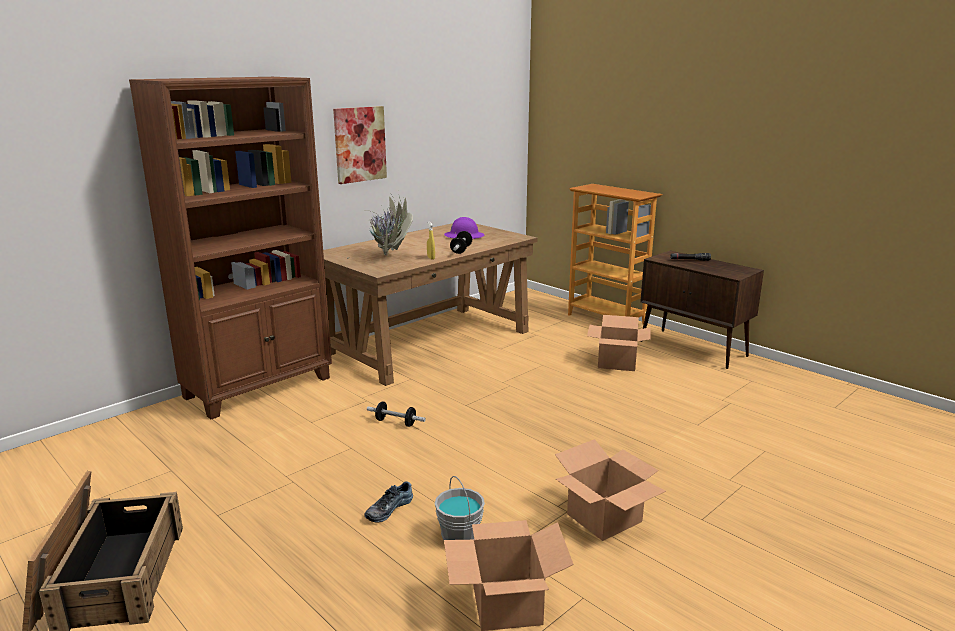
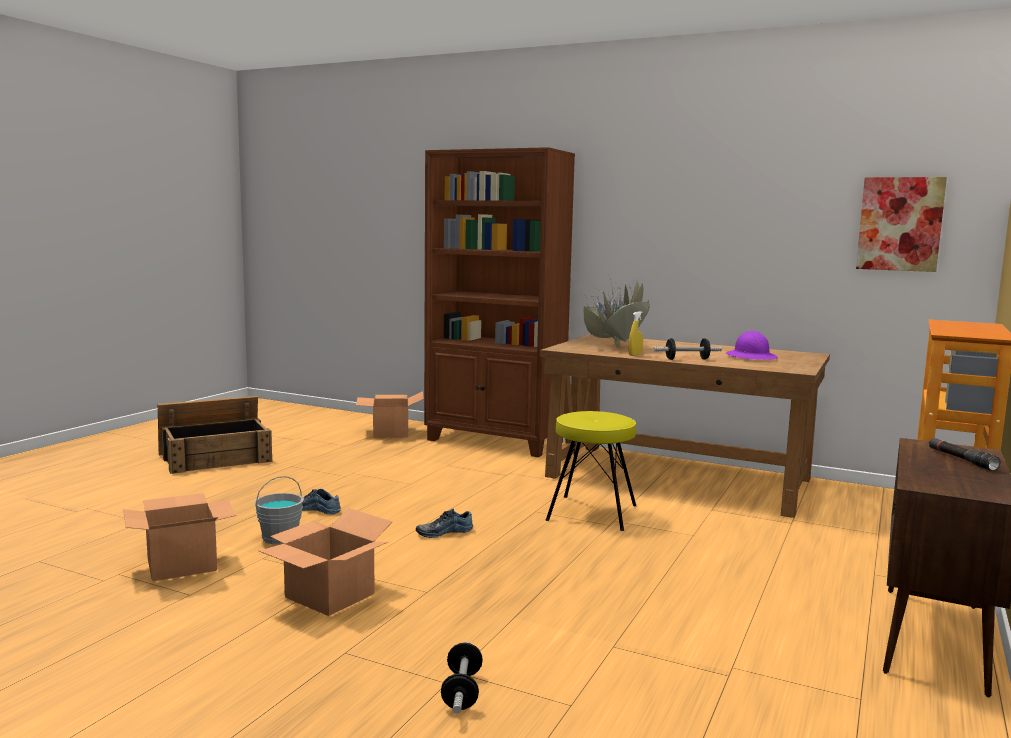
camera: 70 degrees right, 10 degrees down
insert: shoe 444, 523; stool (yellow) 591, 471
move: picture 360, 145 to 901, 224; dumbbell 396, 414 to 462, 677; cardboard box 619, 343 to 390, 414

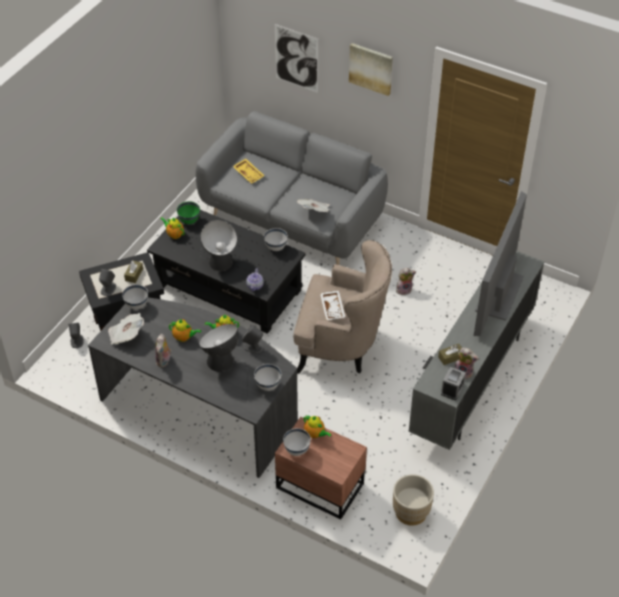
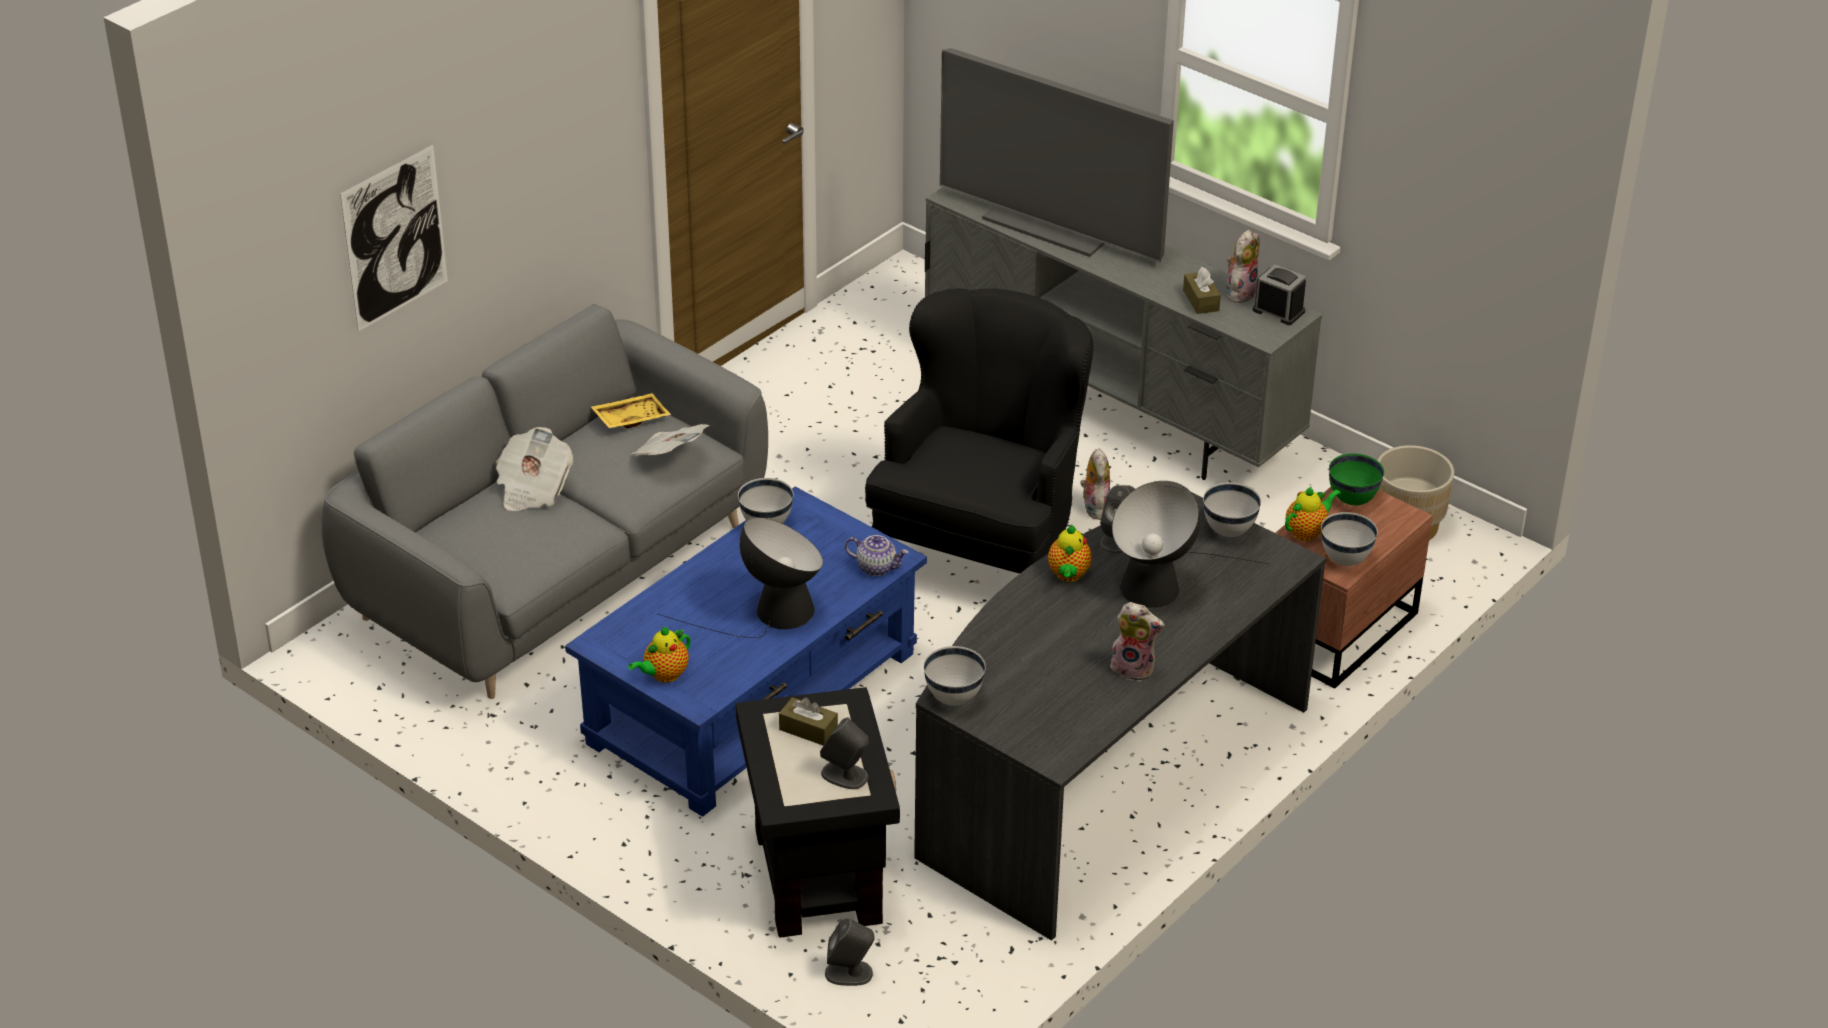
camera: 80 degrees left, 10 degrees down
delete: teapot 185, 330; tray (white) 332, 305; picture 371, 69
move: newspaper 126, 329 to 534, 469; bowl (green) 188, 212 to 1356, 479; tray (yellow) 249, 171 to 631, 410; plush toy 406, 281 to 1095, 484
recolor: coffee table (black) 226, 272 to coffee table (blue) 746, 652; armchair (beige) 343, 307 to armchair (black) 979, 431

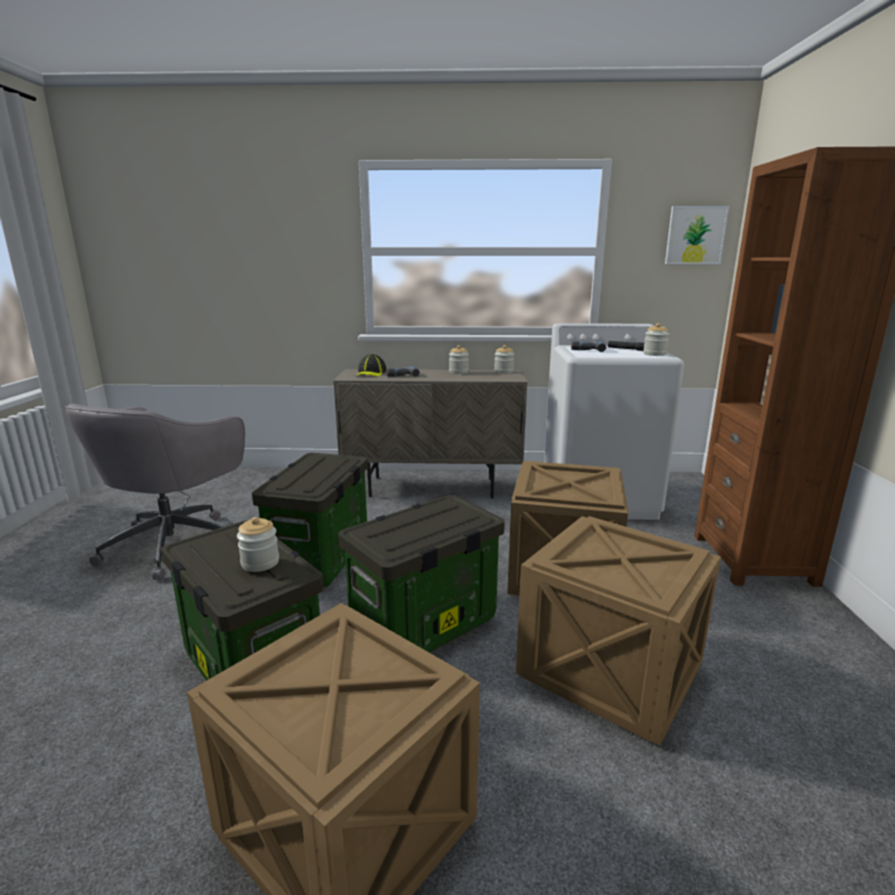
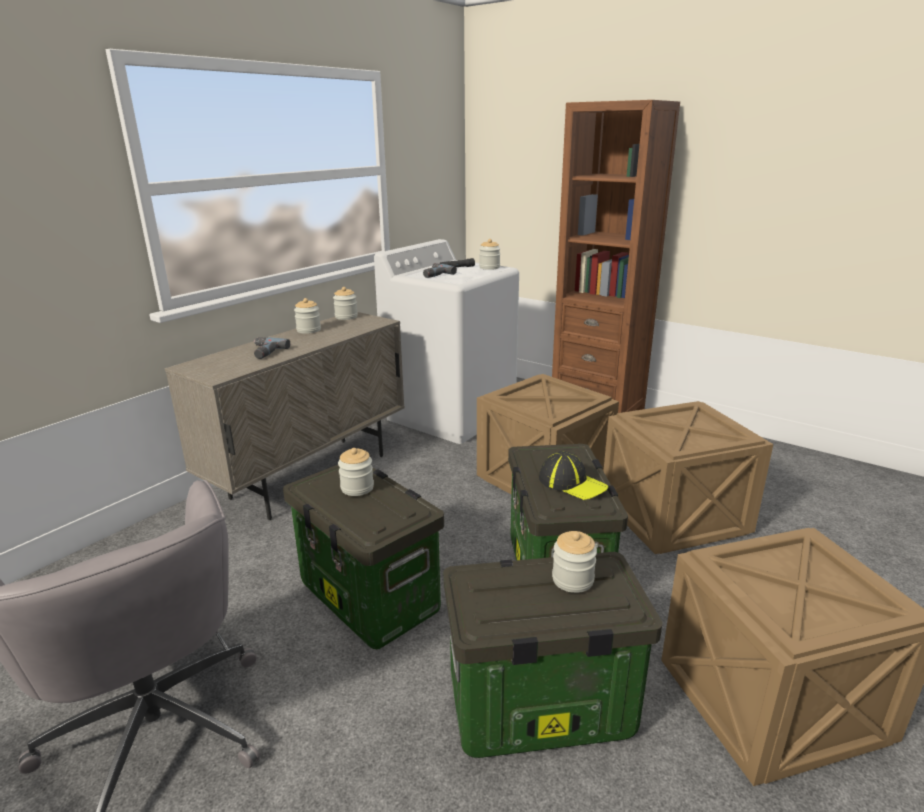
camera: 55 degrees left, 5 degrees up
delete: picture 697, 235
insert: jar 356, 472
move: cap 371, 365 to 573, 475

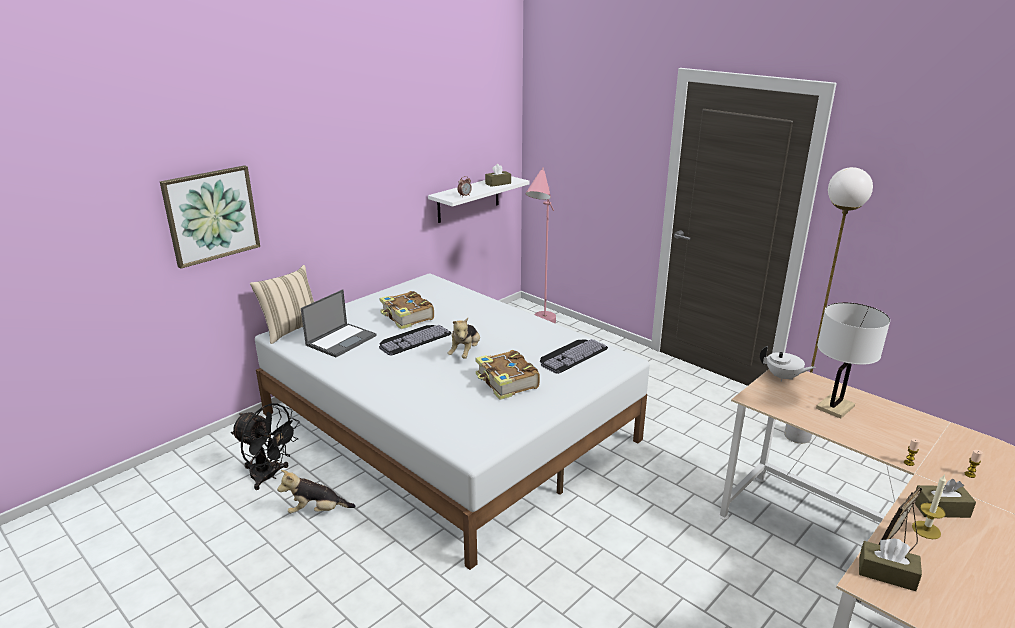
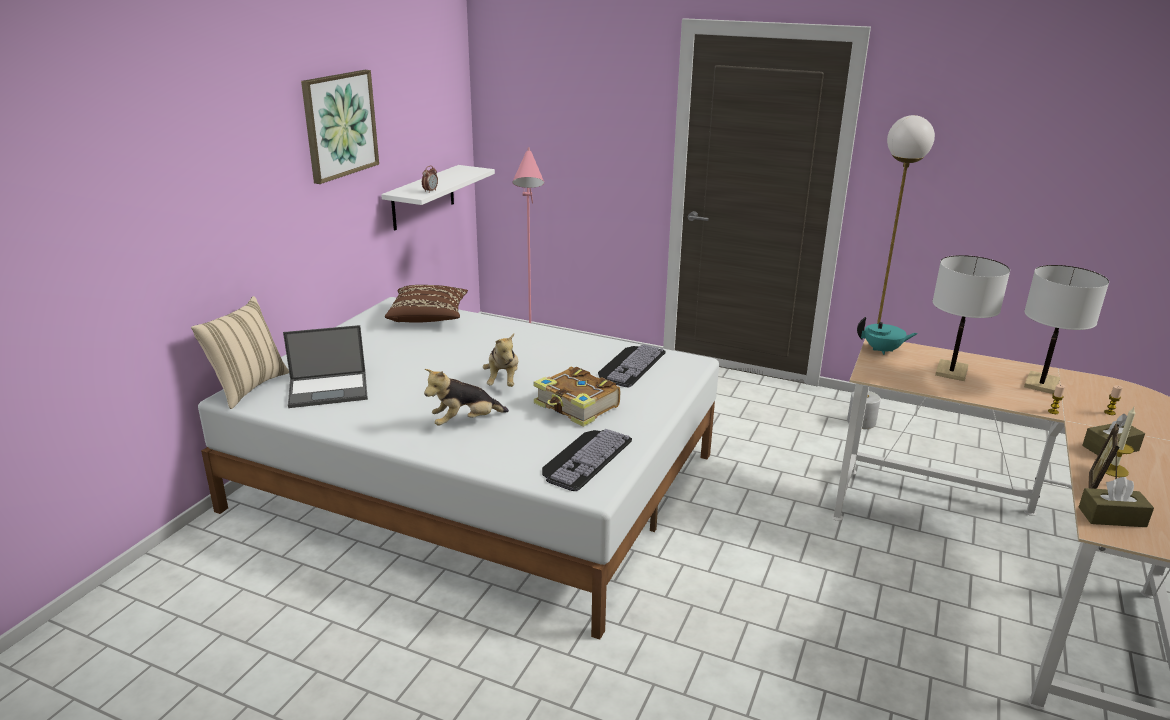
camera: 20 degrees left, 0 degrees up
delete: fan (black) 265, 446; book 406, 310; tissue box (brown) 498, 175
insert: pillow (brown) 426, 304; table lamp (white) 1066, 329
move: picture 210, 217 to 340, 127; plush toy 316, 491 to 466, 397; keyboard 415, 340 to 587, 460
recolor: teapot (white) 788, 364 to teapot (turquoise) 887, 336
rotate: laptop 339, 323 = 325, 366 60 degrees clockwise

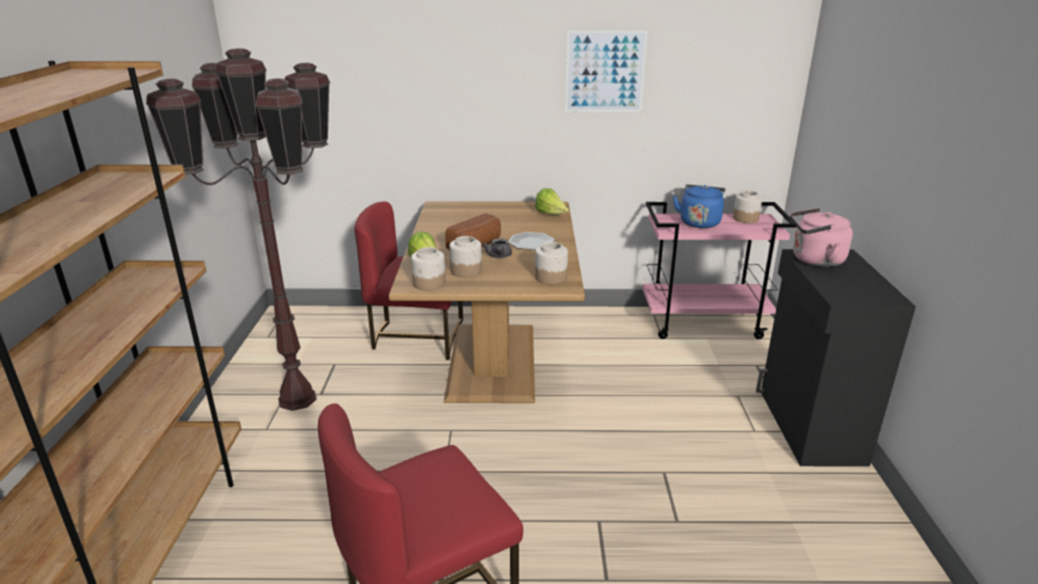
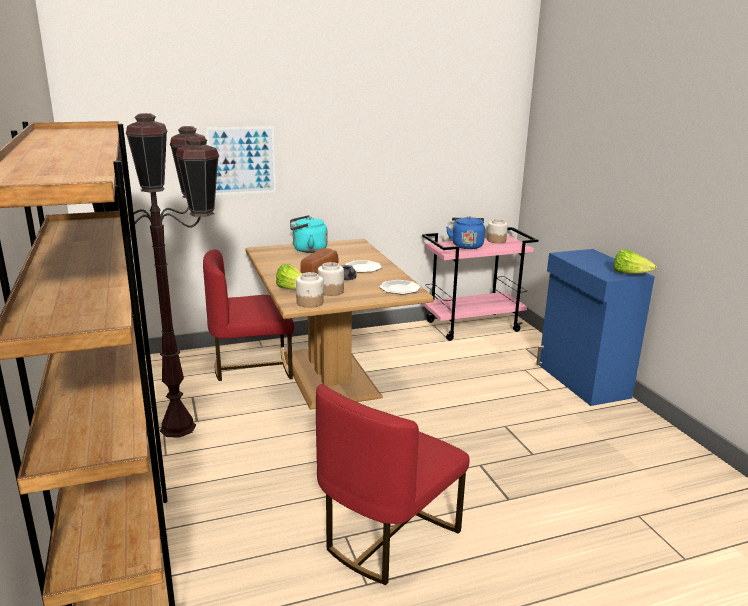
camera: 20 degrees left, 5 degrees down
delete: kettle (pink) 821, 237
insert: kettle (turquoise) 309, 234
move: lettuce 551, 201 to 635, 261; picture 606, 71 to 241, 160
replace: jar 551, 263 to plate 400, 287
recolor: cabinet (black) 836, 358 to cabinet (blue) 595, 327

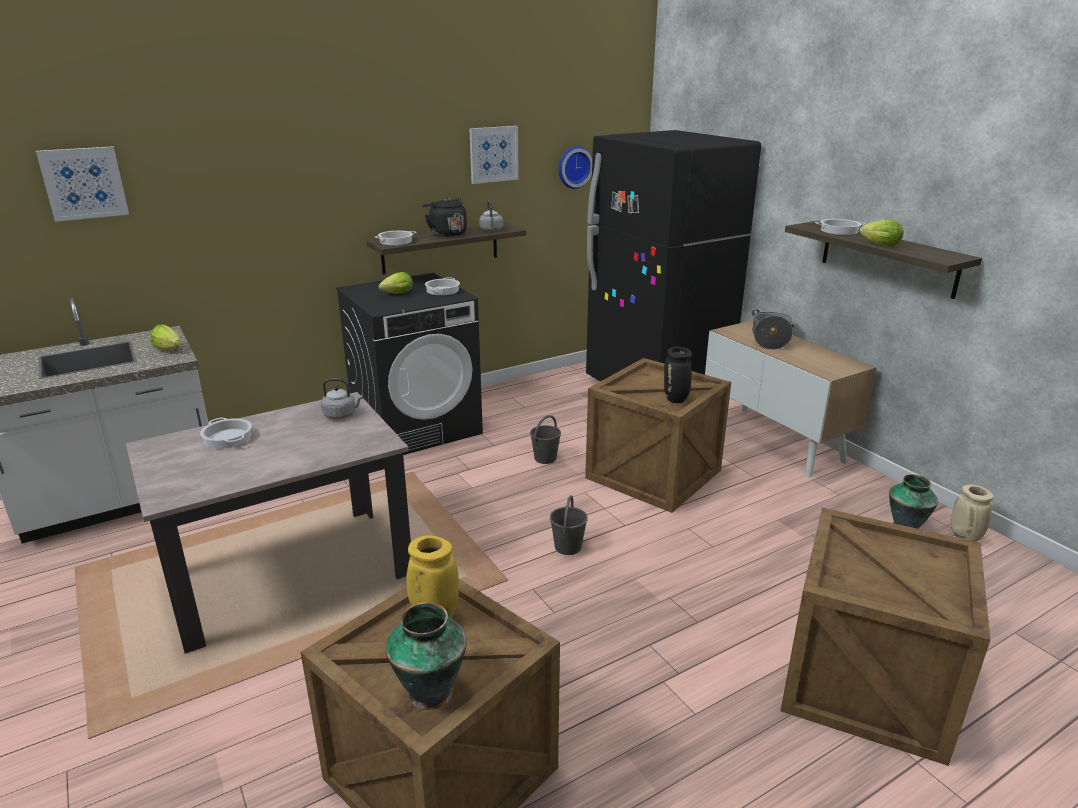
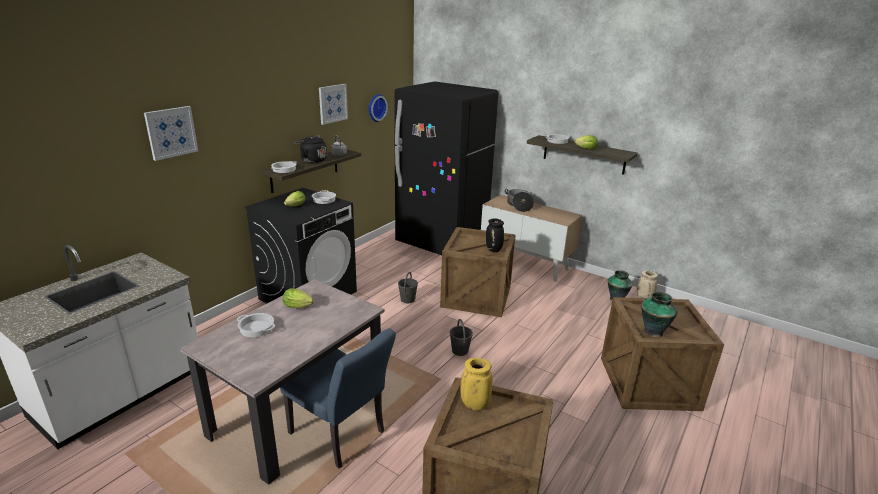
camera: 25 degrees left, 0 degrees up
delete: kettle (grey) 342, 398
insert: chair (blue) 338, 398
move: picture 82, 184 to 171, 133; lettuce 165, 337 to 298, 298; vase 426, 656 to 659, 314

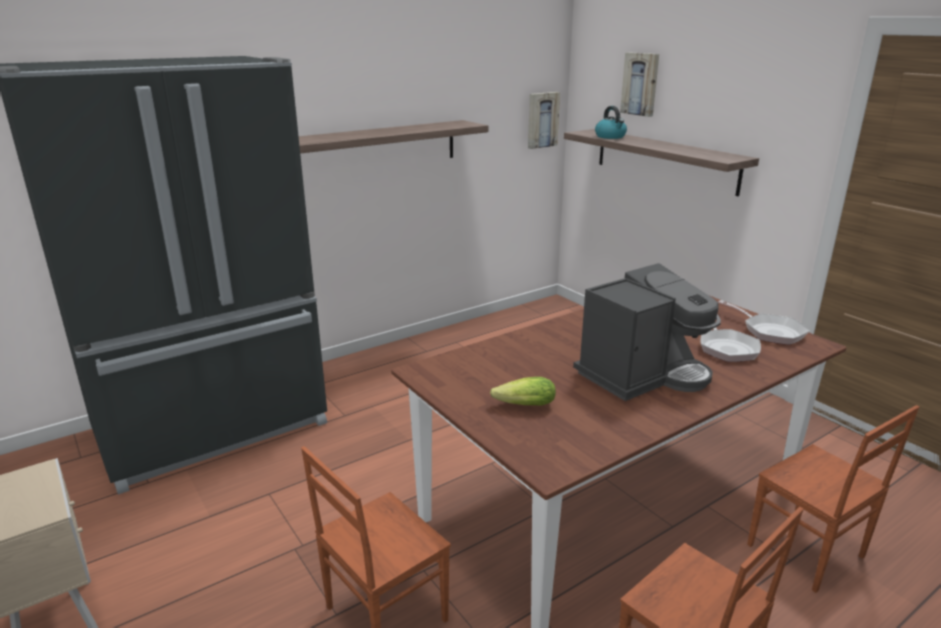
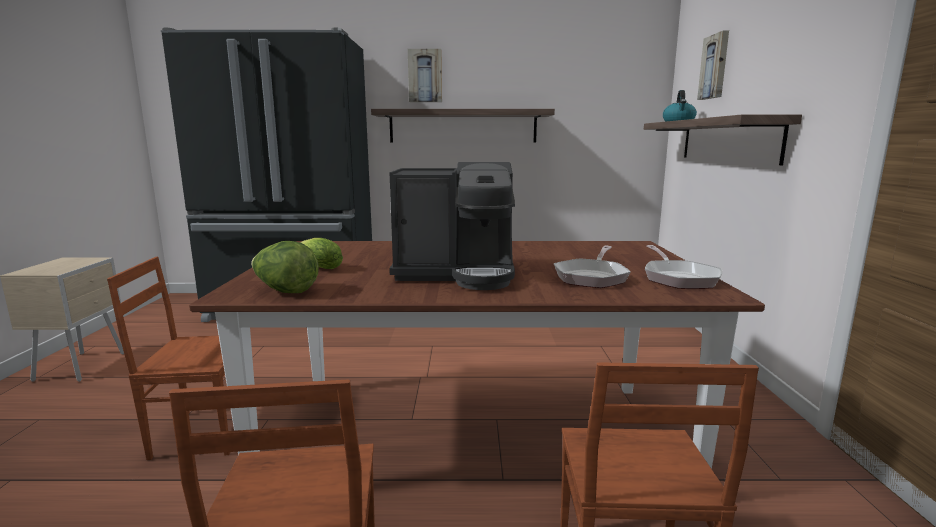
camera: 35 degrees right, 10 degrees down
insert: lettuce 285, 267
move: picture 544, 120 to 425, 75

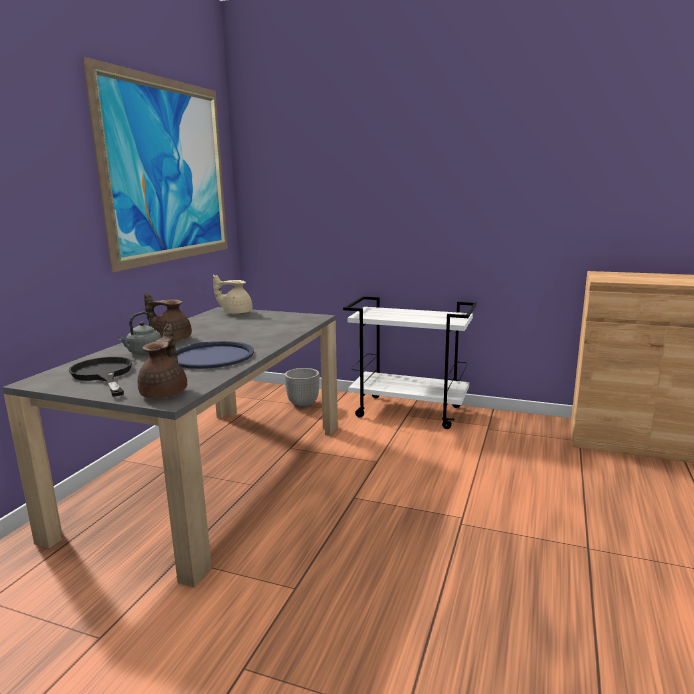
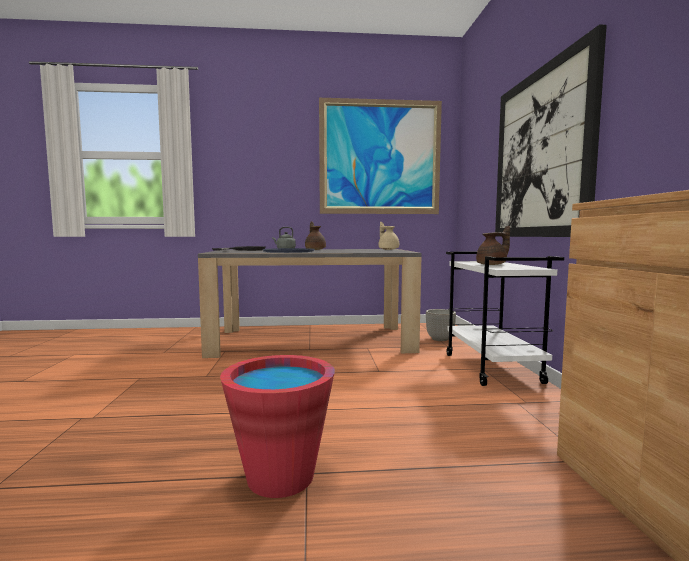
camera: 65 degrees right, 10 degrees down
insert: bucket (red) 277, 426; picture 551, 130
move: teapot (brown) 162, 361 to 493, 245

